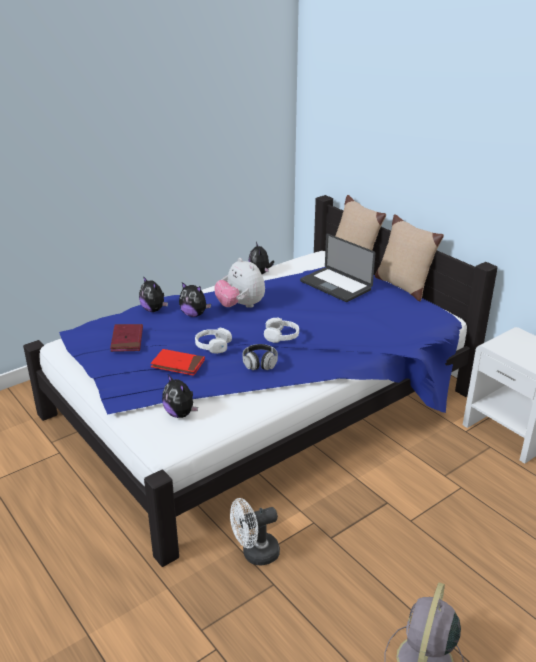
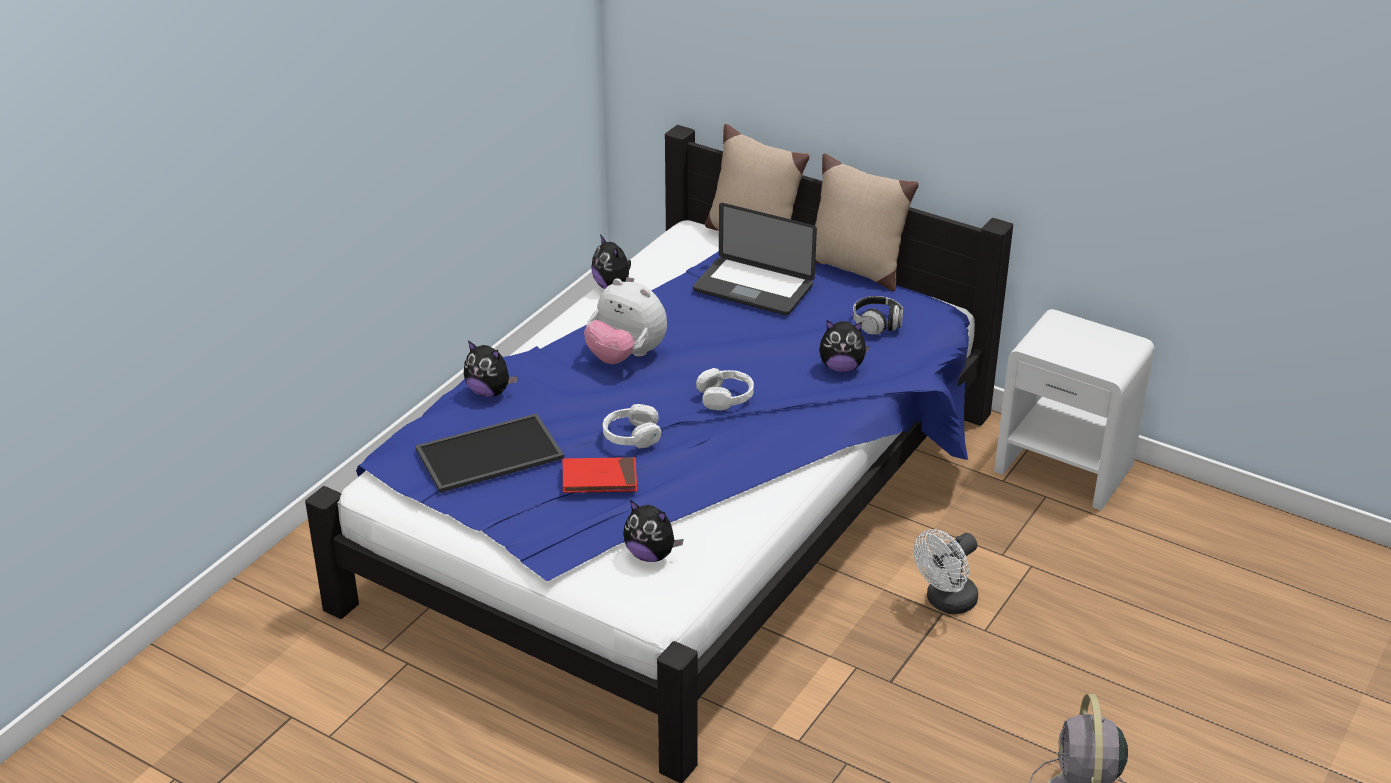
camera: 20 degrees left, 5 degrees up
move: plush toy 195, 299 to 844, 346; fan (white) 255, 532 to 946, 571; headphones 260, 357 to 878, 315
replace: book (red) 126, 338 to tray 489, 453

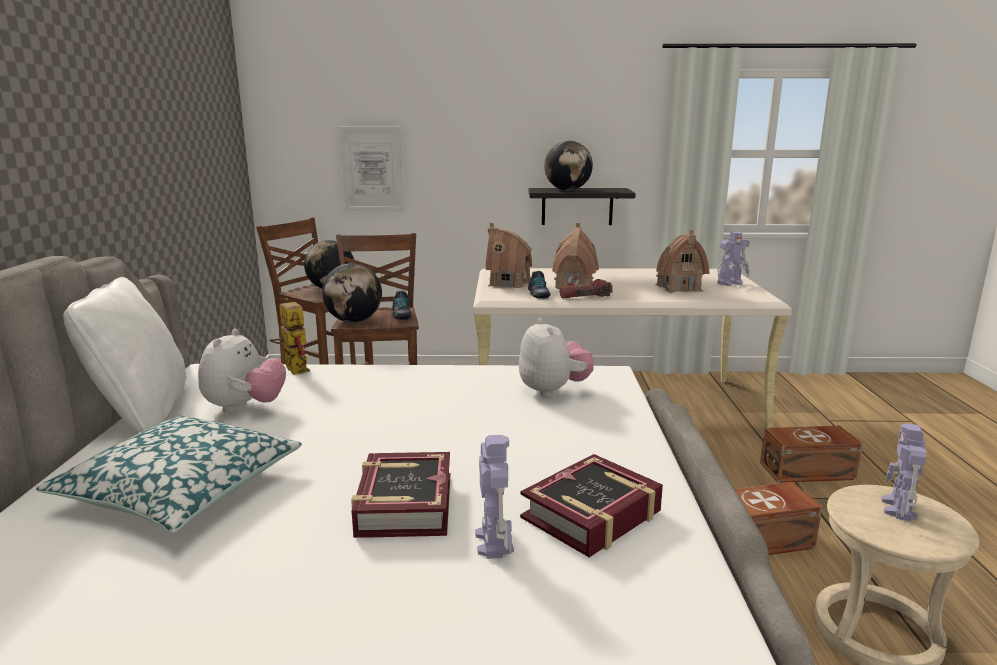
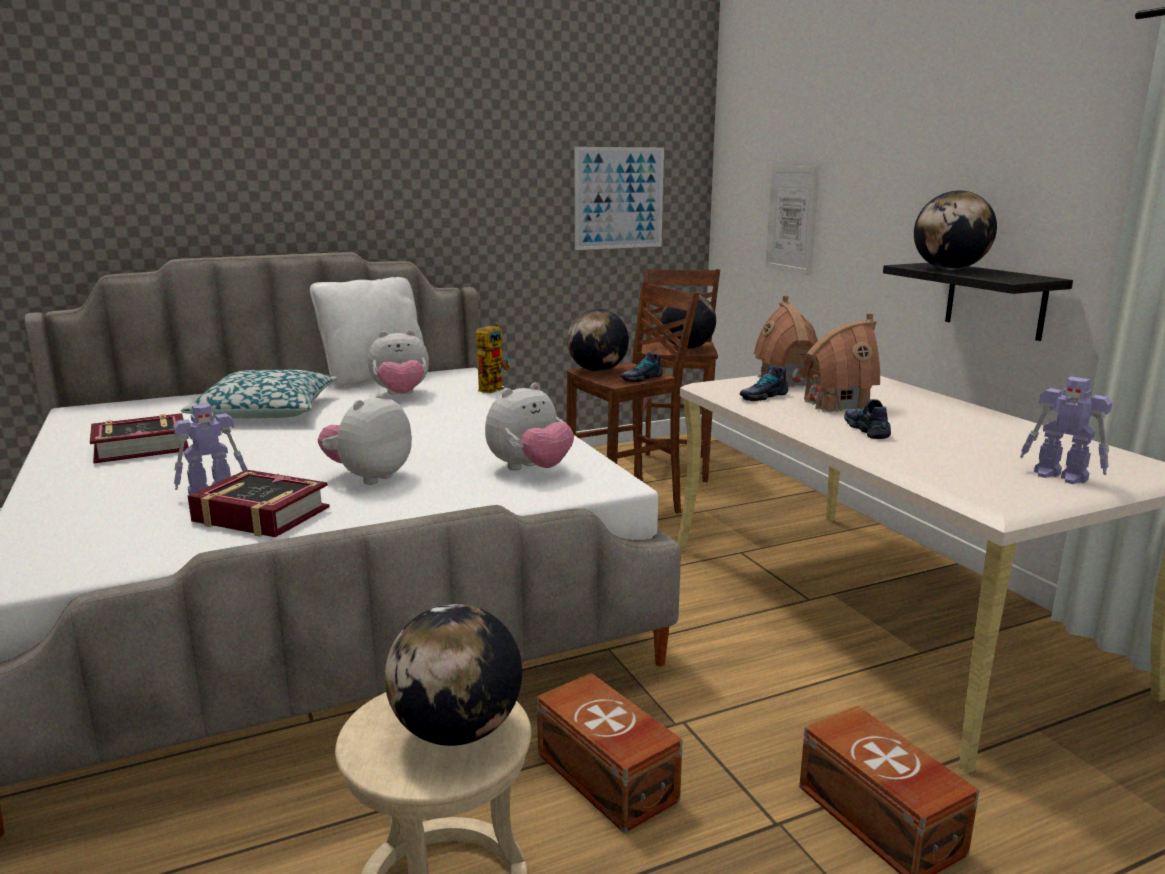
camera: 65 degrees right, 0 degrees up
delete: flashlight 586, 289; toy house 683, 261
insert: plush toy 365, 438; picture 619, 198; shoe 867, 419
move: book 400, 495 to 139, 438
replace: toy robot 903, 472 to globe 453, 675

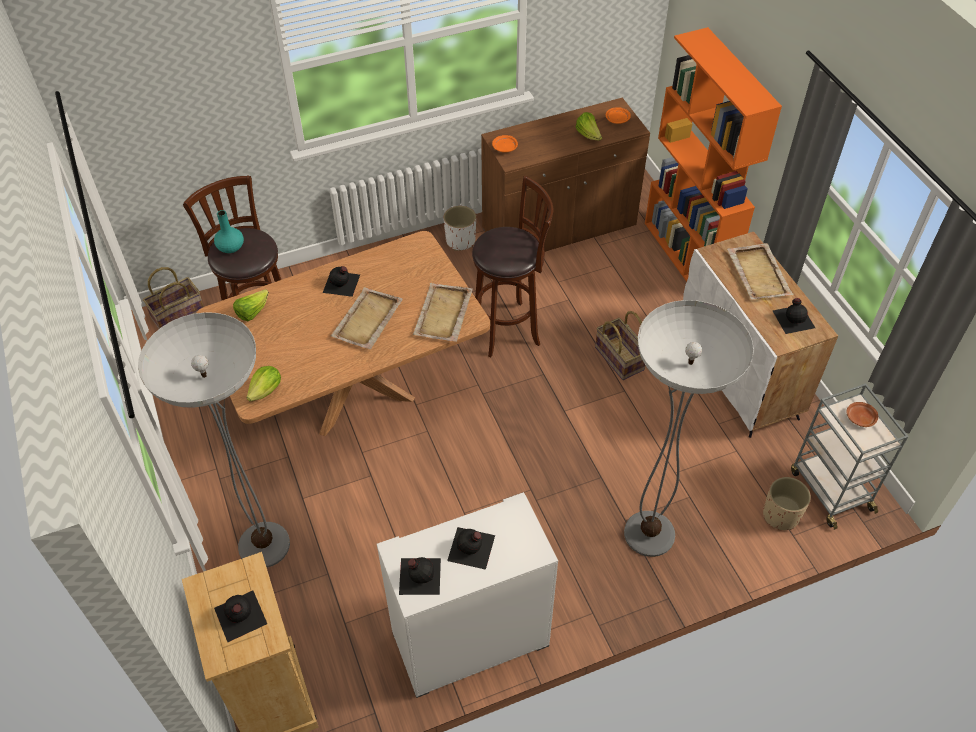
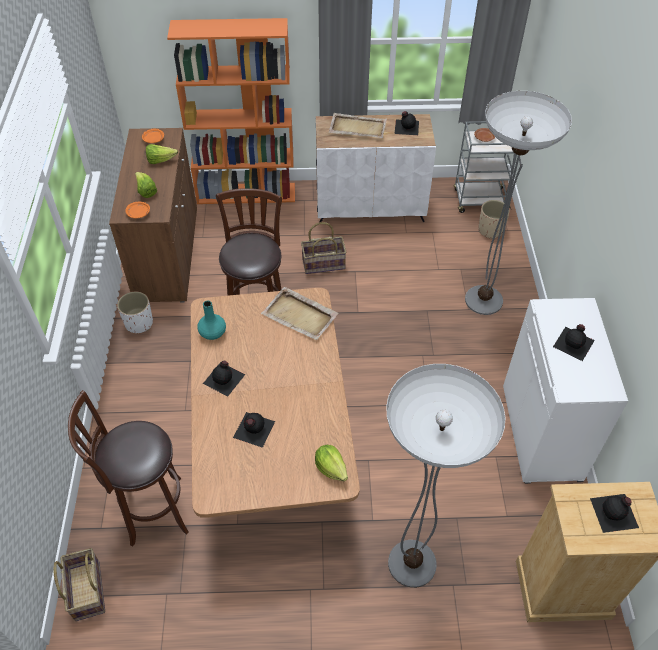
camera: 70 degrees left, 0 degrees up
delete: tray (beige) 367, 318
move: vase (turquoise) 229, 231 to 212, 320; lettuce 251, 305 to 146, 185; bottle (black) 420, 576 to 254, 430

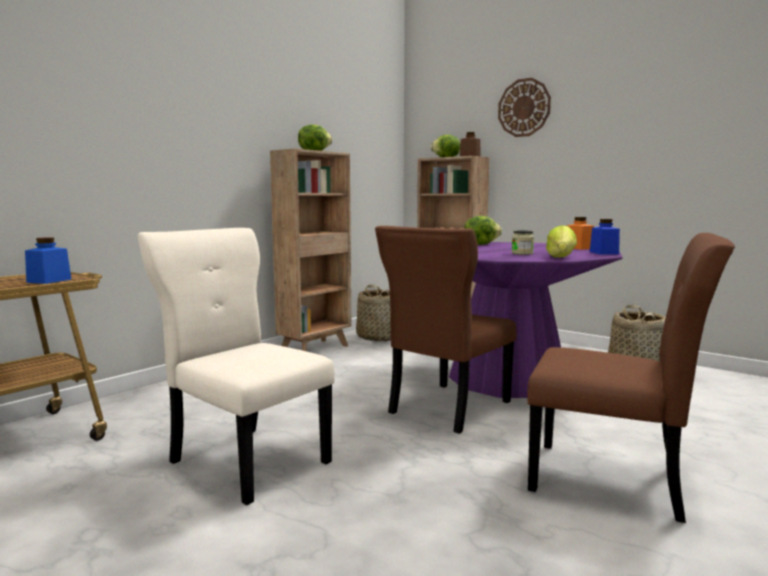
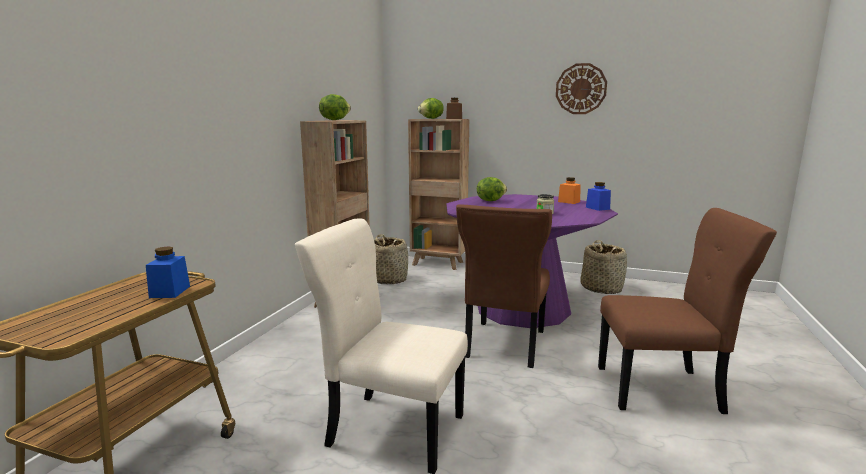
camera: 20 degrees left, 5 degrees up
delete: lettuce 561, 241
move: wall clock 524, 107 to 581, 88

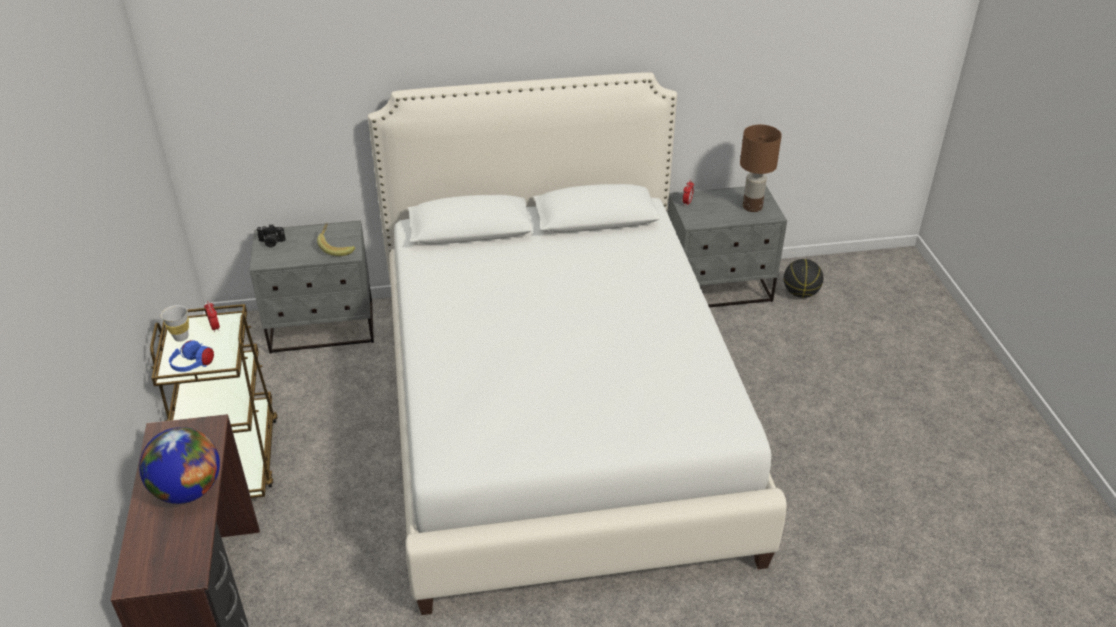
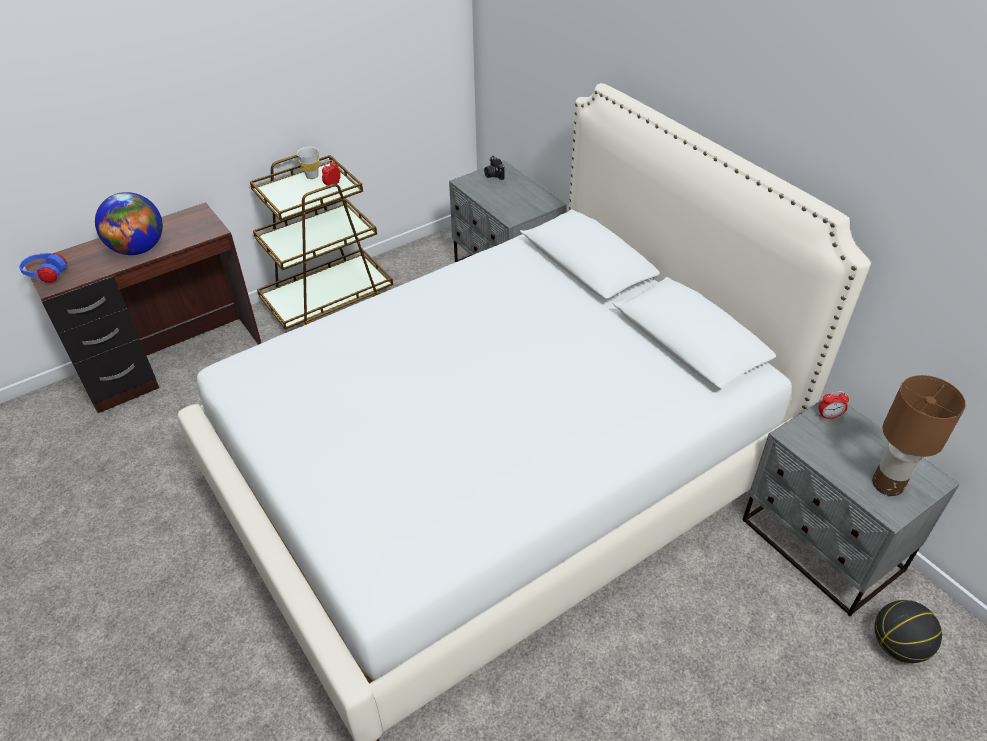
camera: 65 degrees right, 5 degrees up
delete: banana 336, 239
move: headphones (blue) 191, 356 to 43, 268

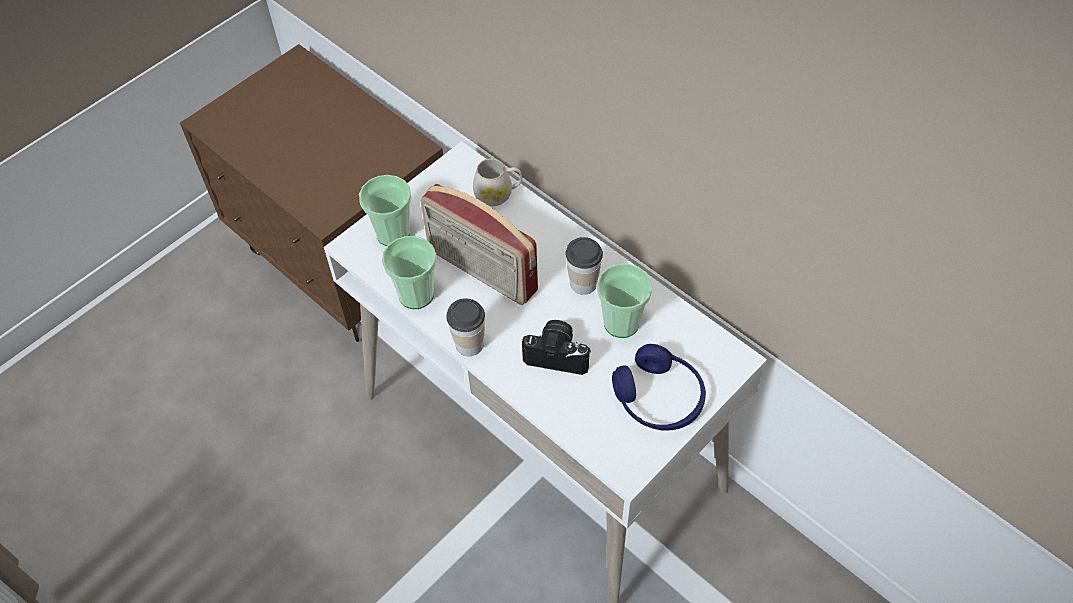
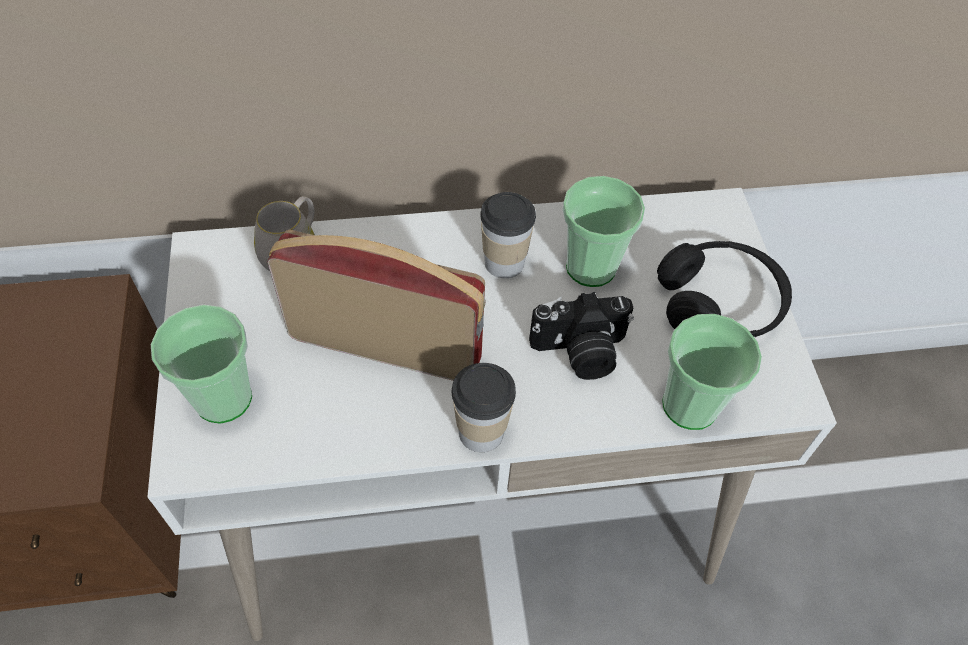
camera: 55 degrees left, 0 degrees up
move: cup 409, 272 to 712, 372
recolor: headphones (blue) 659, 387 to headphones (black) 724, 289
rotate: radio 479, 244 = 376, 305 150 degrees counterclockwise; photo camera 556, 347 = 581, 336 150 degrees counterclockwise

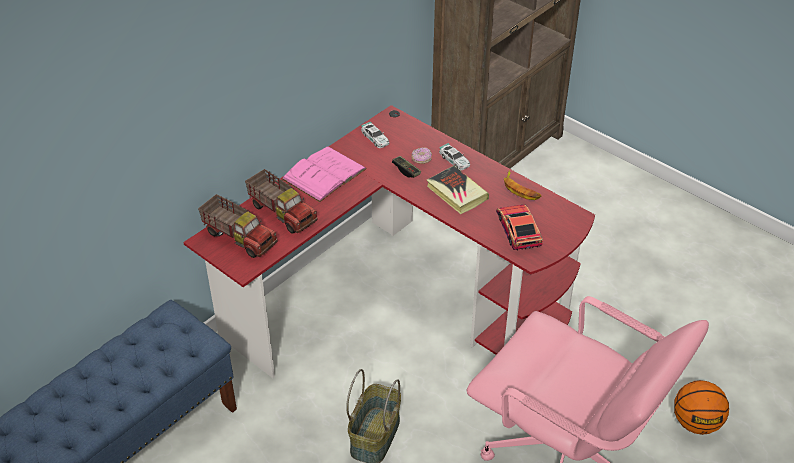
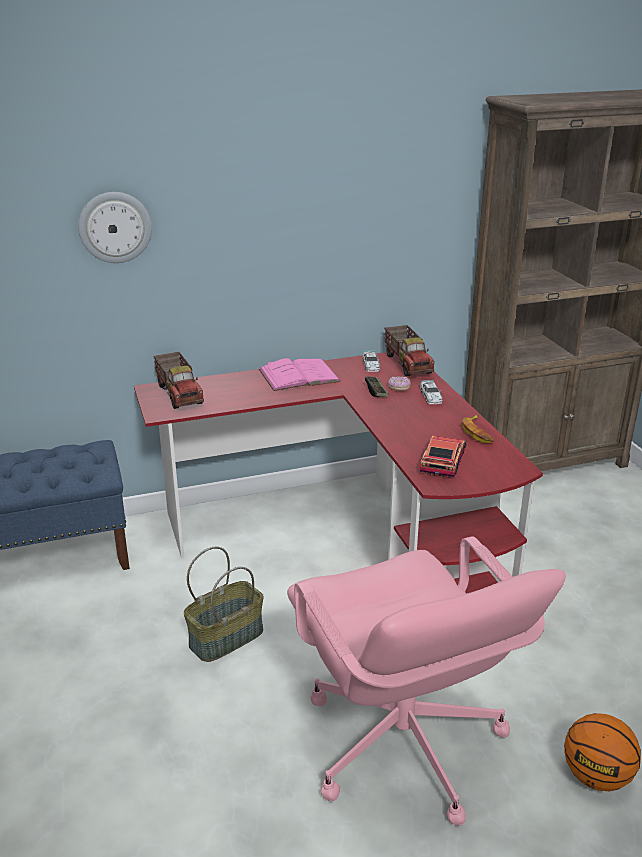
camera: 30 degrees right, 15 degrees down
delete: book 457, 190
insert: wall clock 115, 227
move: toy truck 281, 201 to 409, 350

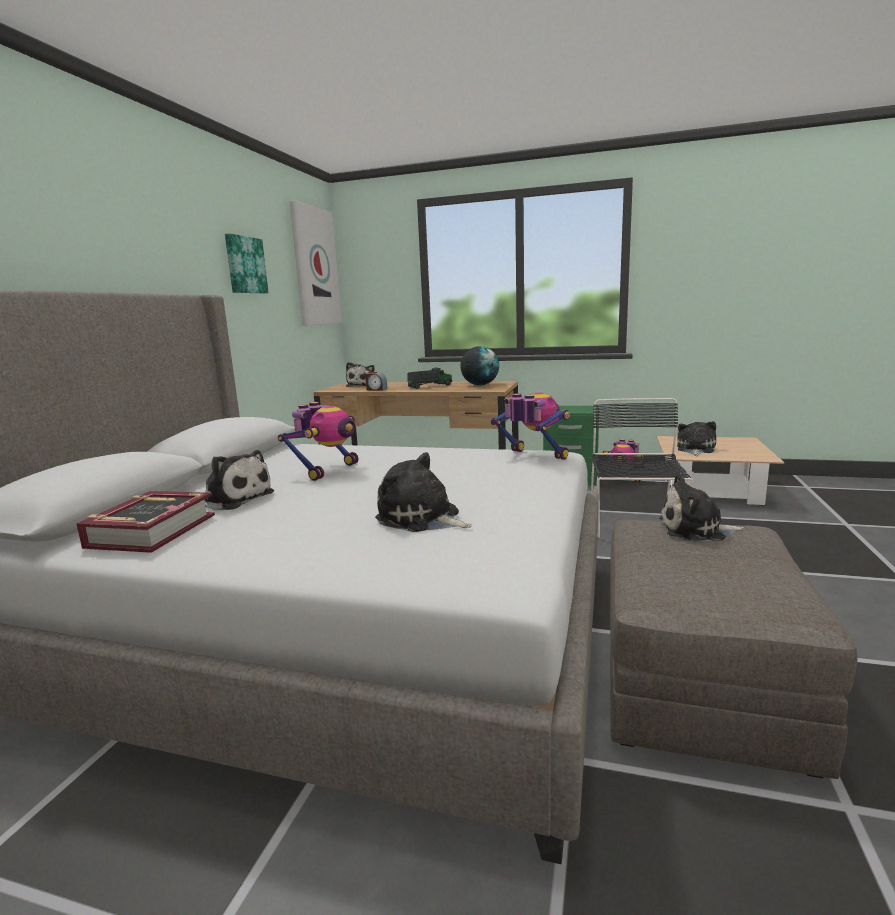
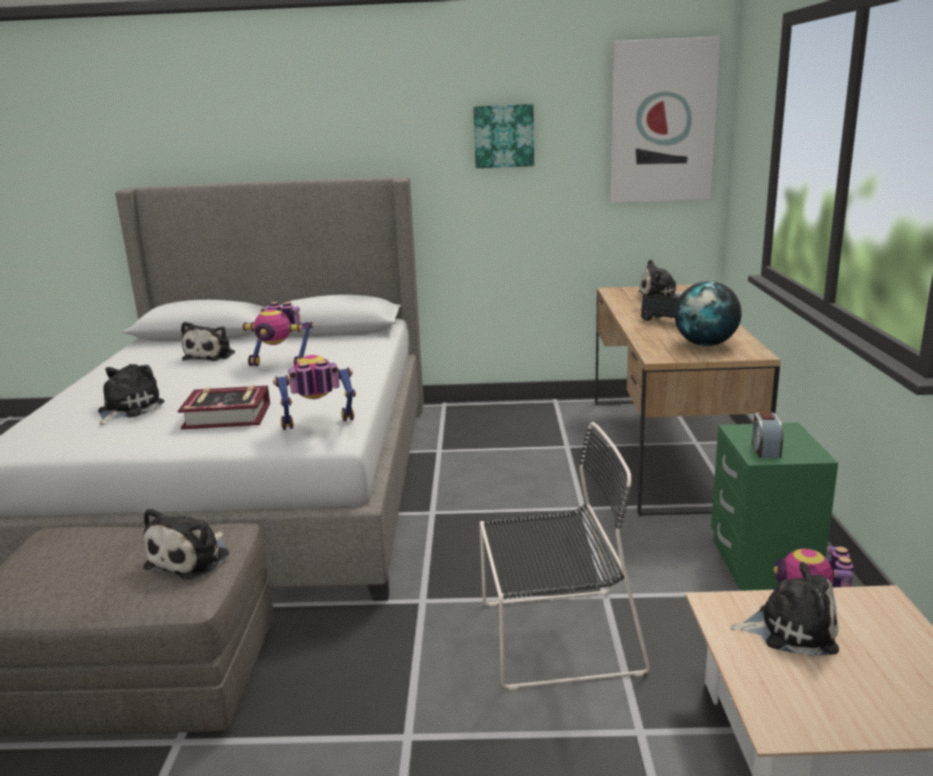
camera: 75 degrees right, 5 degrees up
move: book 145, 522 to 224, 407; alarm clock 376, 381 to 767, 435
rotate: toy robot 530, 426 = 314, 392 135 degrees counterclockwise; plush toy 701, 507 = 186, 544 150 degrees counterclockwise

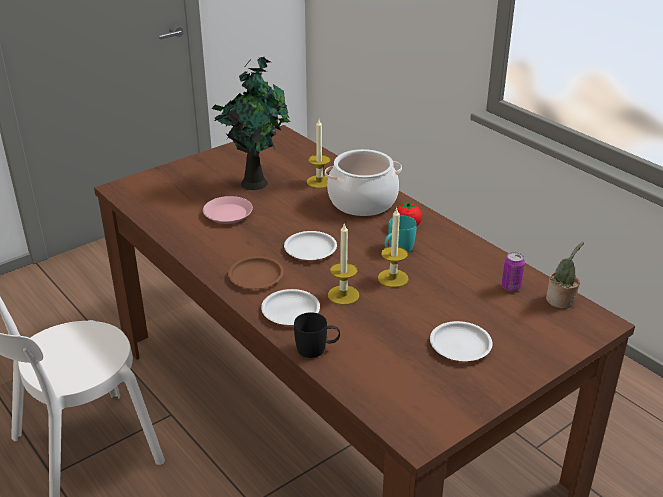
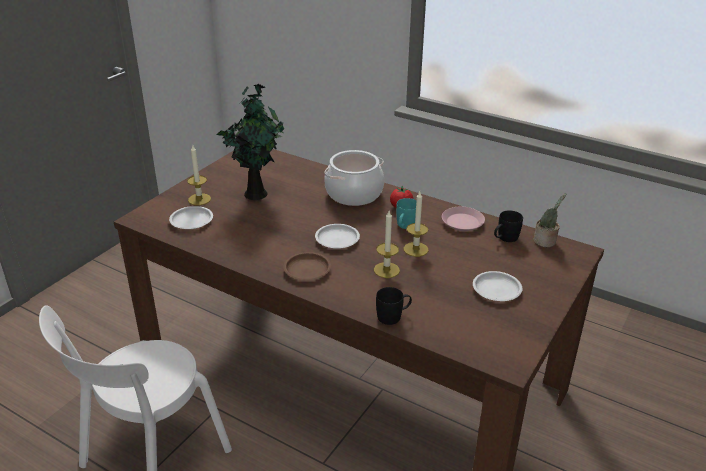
camera: 20 degrees left, 0 degrees up
move: plate (pink) 228, 210 to 463, 219; plate (white) 290, 307 to 191, 217; candle 318, 154 to 199, 174
replace: can 513, 271 to mug (black) 508, 226

